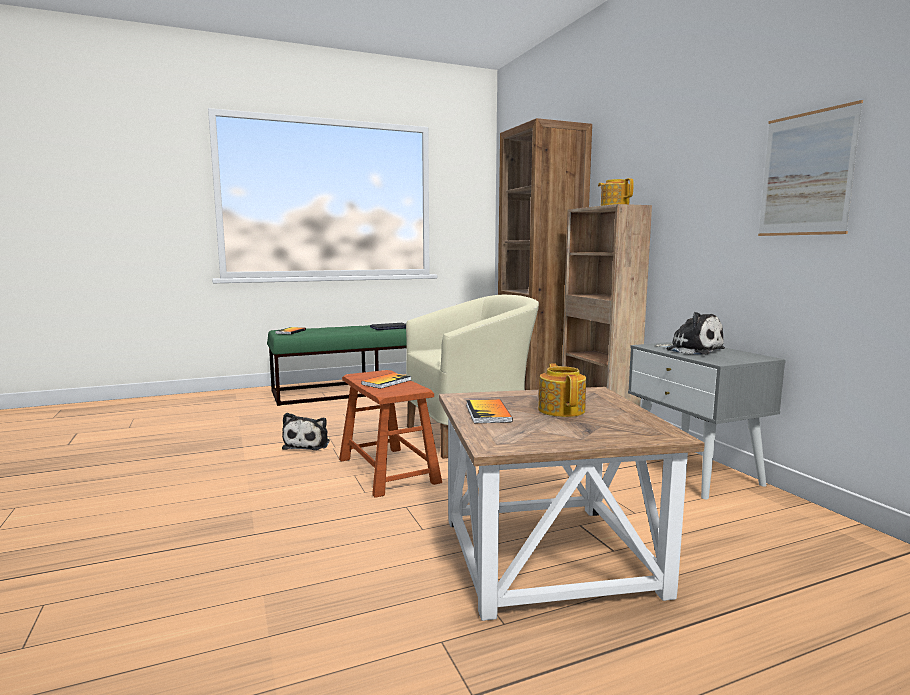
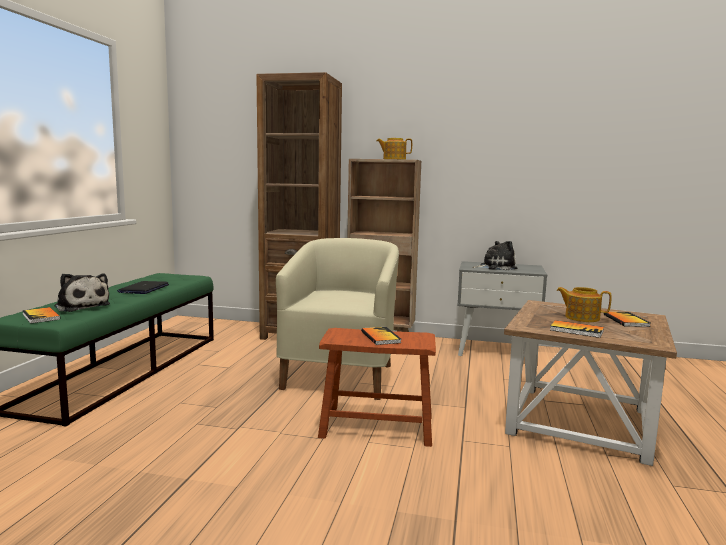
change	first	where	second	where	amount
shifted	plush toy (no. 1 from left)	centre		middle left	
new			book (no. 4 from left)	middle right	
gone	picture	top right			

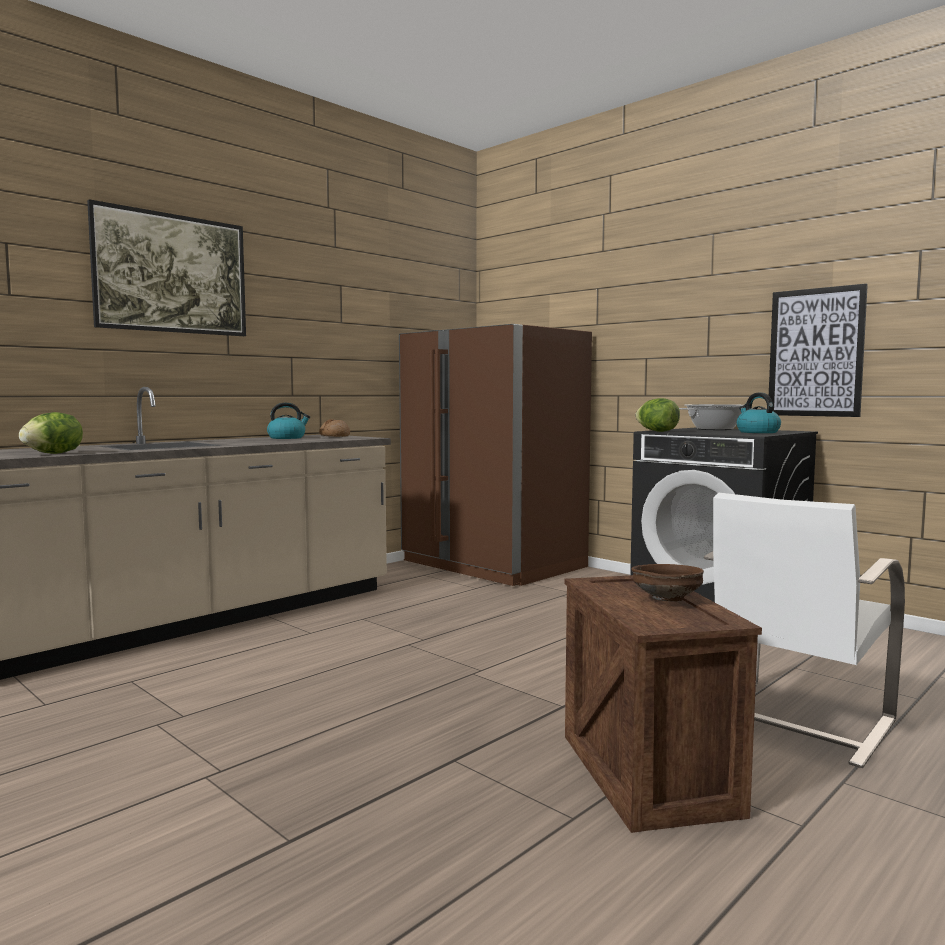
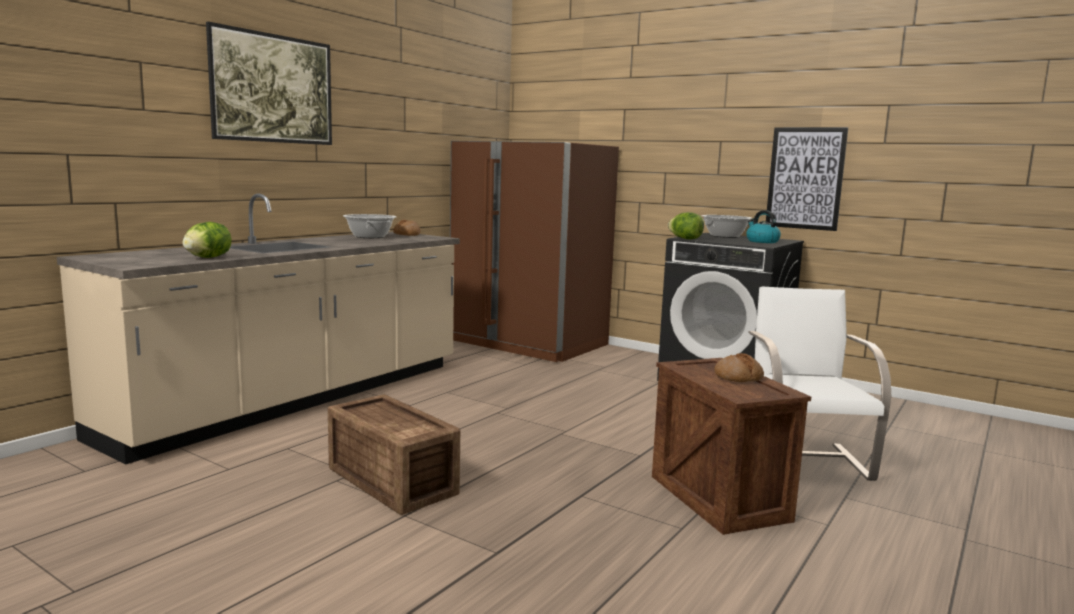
change	first	where	second	where	amount
new			crate (no. 1 from left)	bottom centre	
swapped	kettle (no. 1 from left)	middle left	cooking pot (no. 1 from left)	centre	
swapped	brown bowl	middle right	bread (no. 2 from left)	middle right	
rotated	white chair	bottom right		middle right	150 degrees clockwise

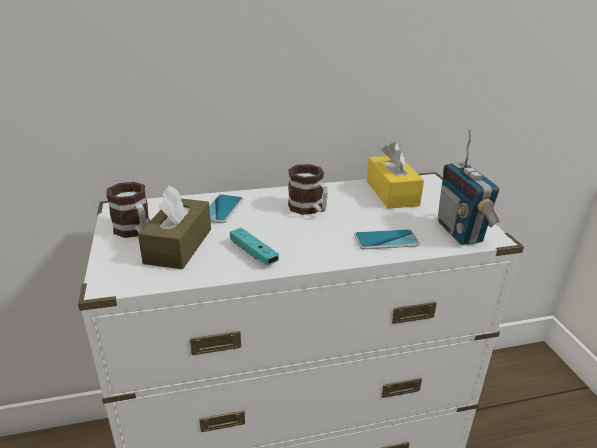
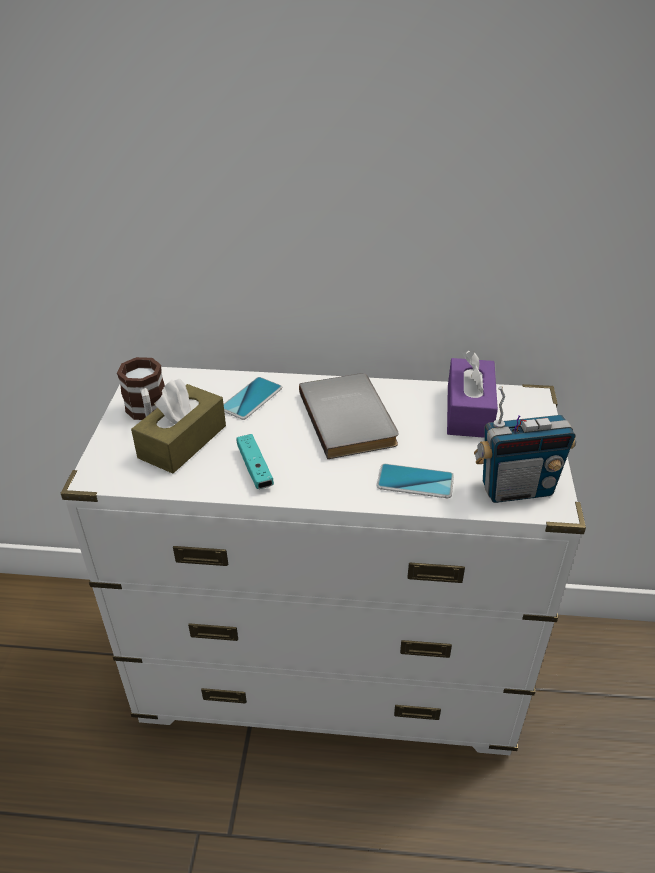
change	first	where	second	where	amount
swapped	mug (no. 2 from left)	centre	grey book	centre	
repainted	yellow tissue box	centre	purple tissue box	middle right	
rotated	radio	middle right		middle right	105 degrees counterclockwise

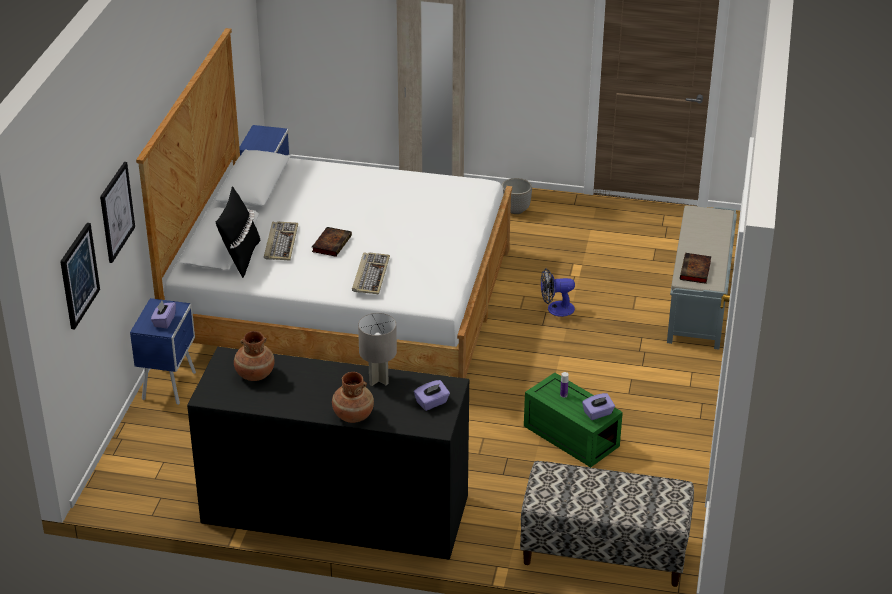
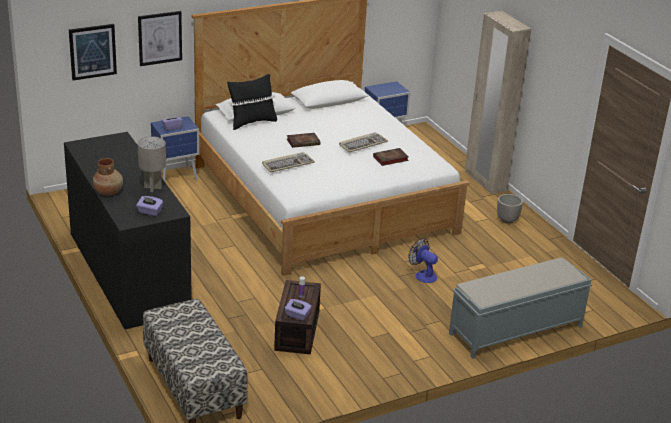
change	first	where	second	where	amount
repainted	green storage box	bottom centre	brown storage box	bottom centre	
shifted	keyboard (no. 1 from left in the first image)	middle left	keyboard (no. 2 from left)	centre	
shifted	book (no. 2 from left)	middle right		centre	
gone	brown vase (no. 1 from left)	middle left			

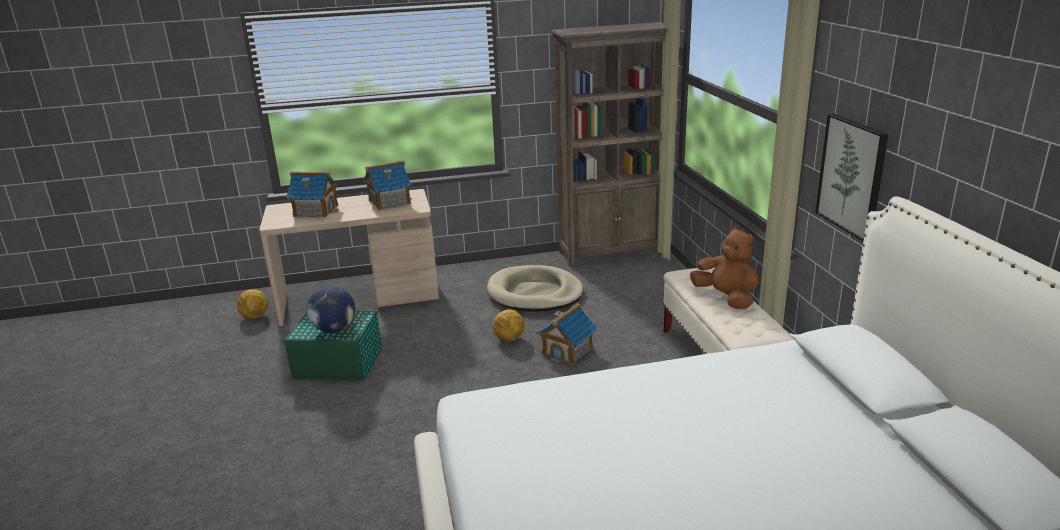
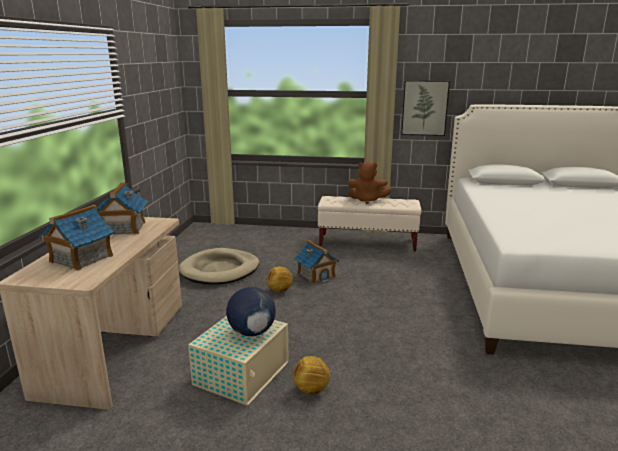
change	first	where	second	where	amount
repainted	green storage box	middle left	beige storage box	bottom centre	
shifted	football (no. 1 from left in the first image)	middle left	football (no. 2 from left)	bottom centre	
rotated	brown plush toy	middle right		centre	150 degrees counterclockwise
gone	brown bookcase	top centre			

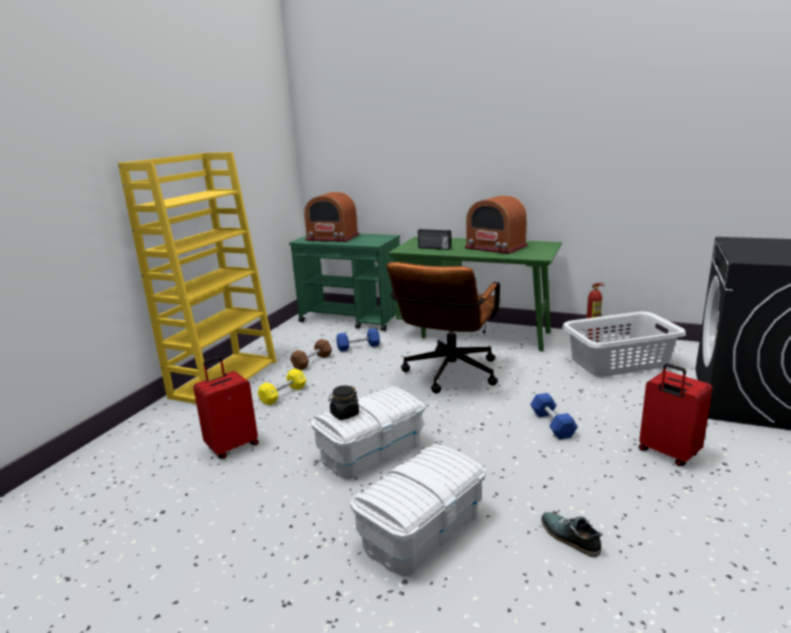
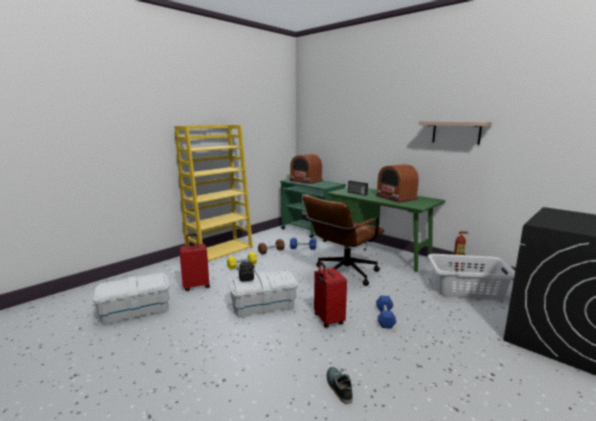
change	first	where	second	where	amount
shifted	white storage box (no. 2 from left in the first image)	bottom centre	white storage box (no. 1 from left)	bottom left	
shifted	red suitcase (no. 2 from left)	middle right		bottom centre	
new			shelf	top right	

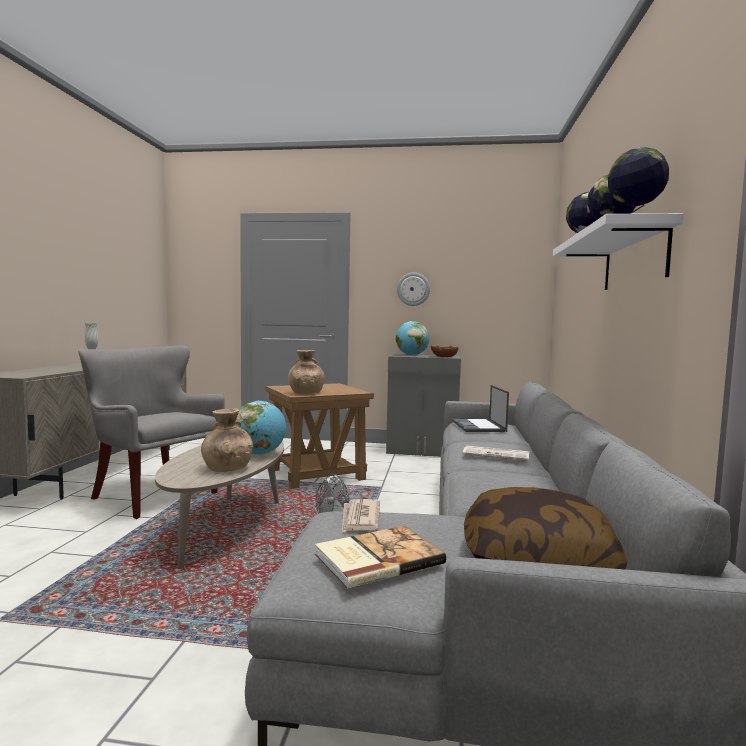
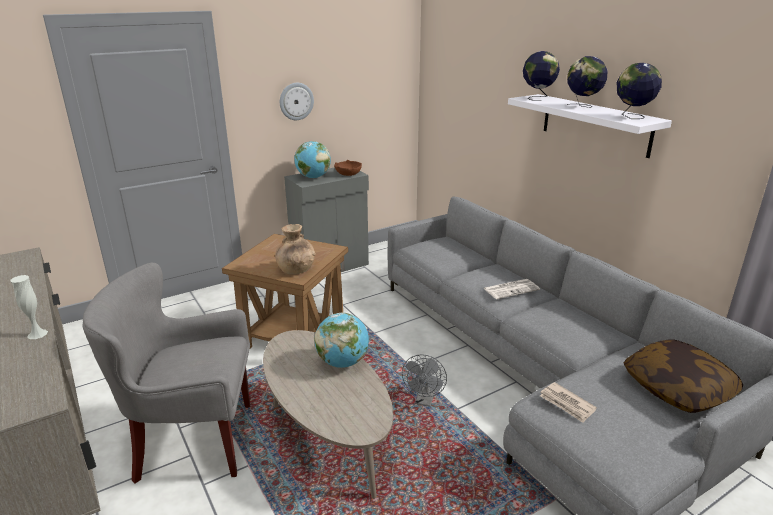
change	first	where	second	where	amount
gone	brown vase (no. 1 from left)	middle left			
gone	book	bottom centre			
gone	laptop	centre			

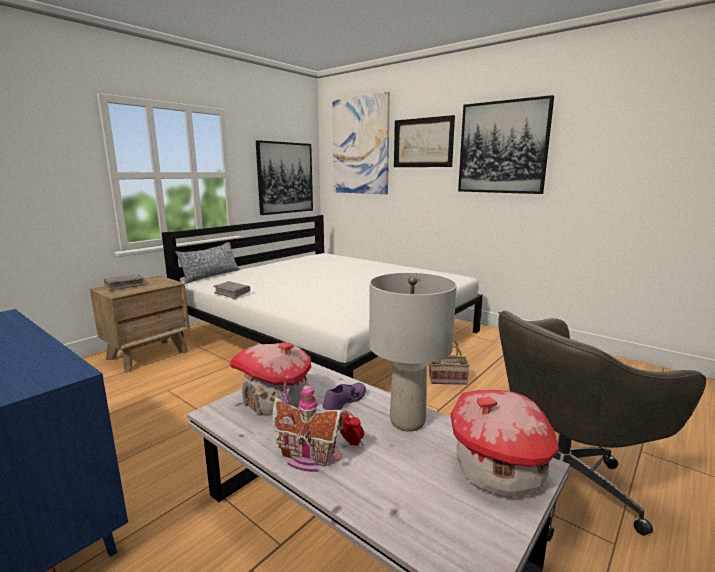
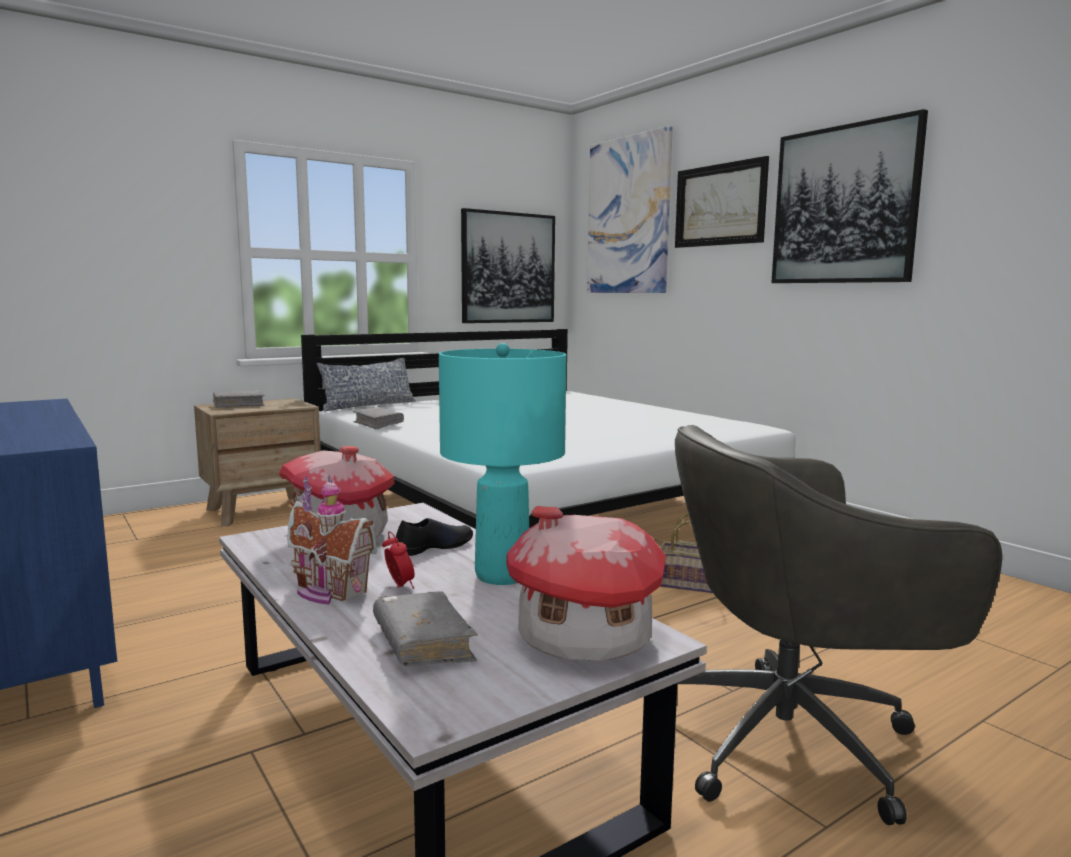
change	first	where	second	where	amount
new			grey book (no. 3 from left)	bottom centre	
repainted	purple shoe	bottom centre	black shoe	centre	
repainted	grey table lamp	centre	turquoise table lamp	centre	

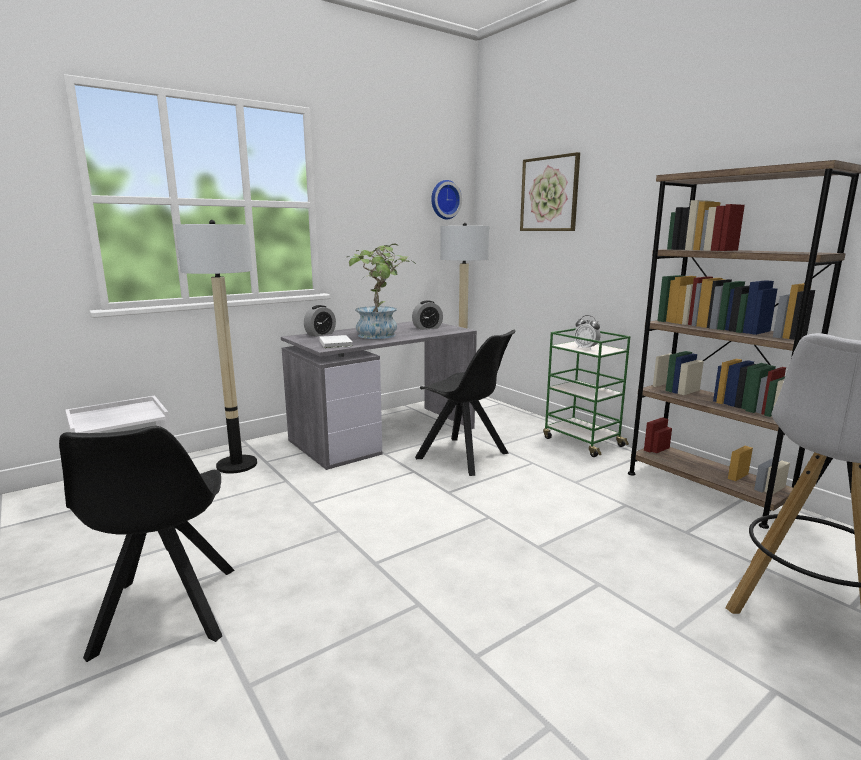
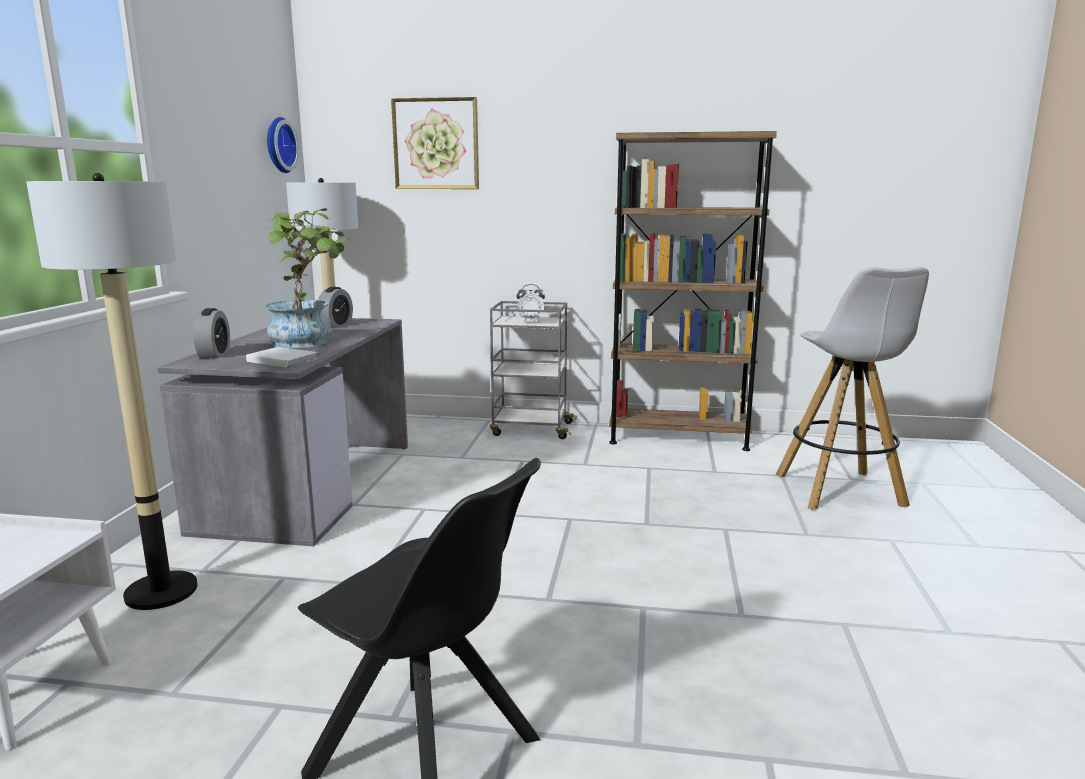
change	first	where	second	where	amount
repainted	green cart	middle right	grey cart	centre	
gone	black chair (no. 2 from left)	centre			

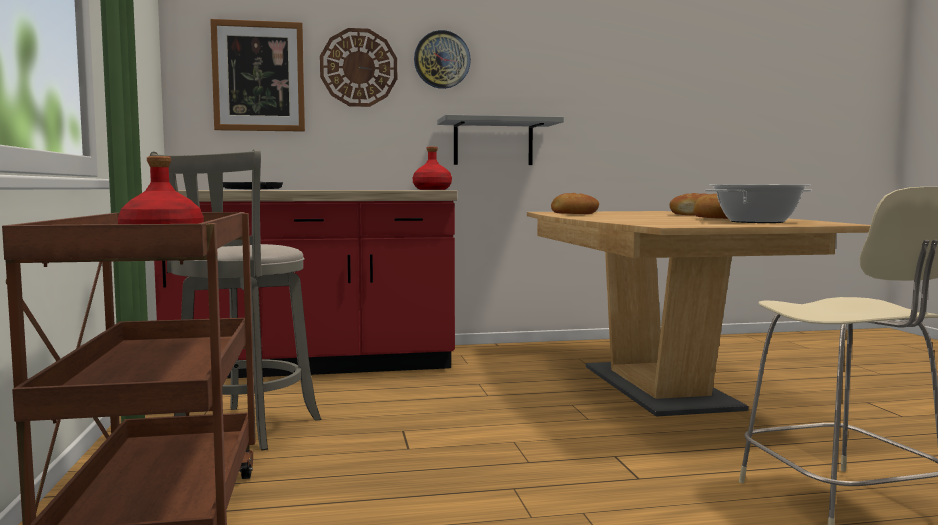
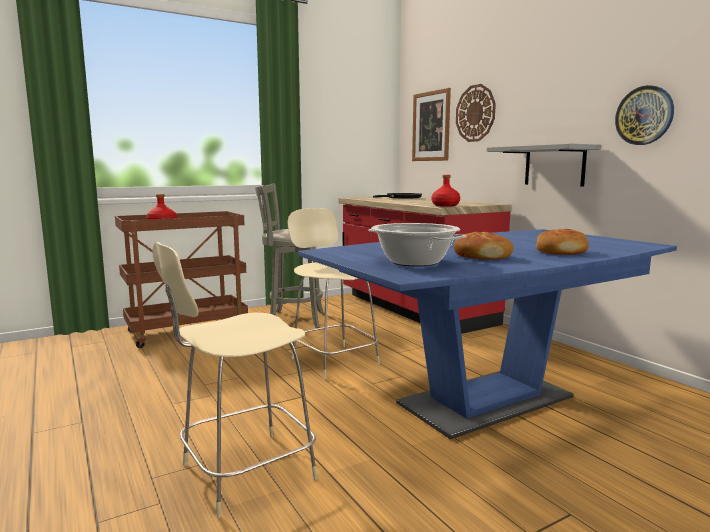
change	first	where	second	where	amount
new			beige chair (no. 2 from left)	centre	
repainted	brown dining table	middle right	blue dining table	middle right	
shifted	wall clock (no. 2 from left)	top centre		top right	
gone	bread (no. 1 from left)	centre			

